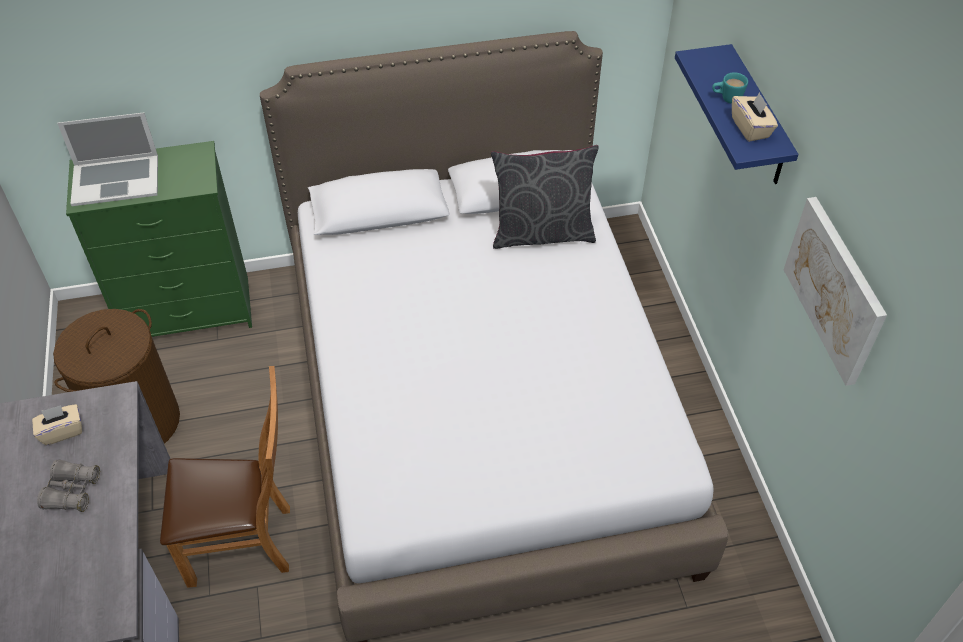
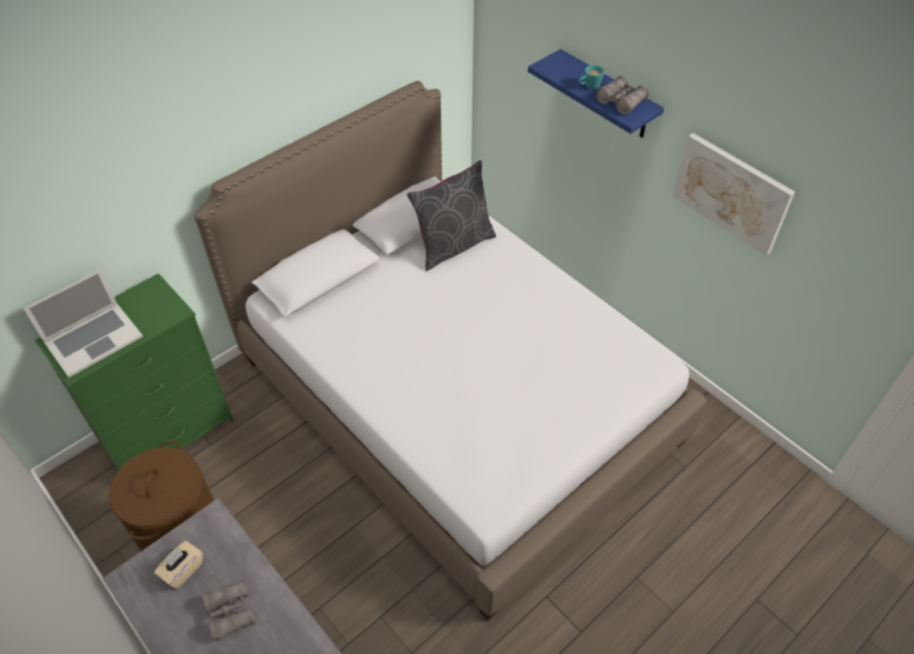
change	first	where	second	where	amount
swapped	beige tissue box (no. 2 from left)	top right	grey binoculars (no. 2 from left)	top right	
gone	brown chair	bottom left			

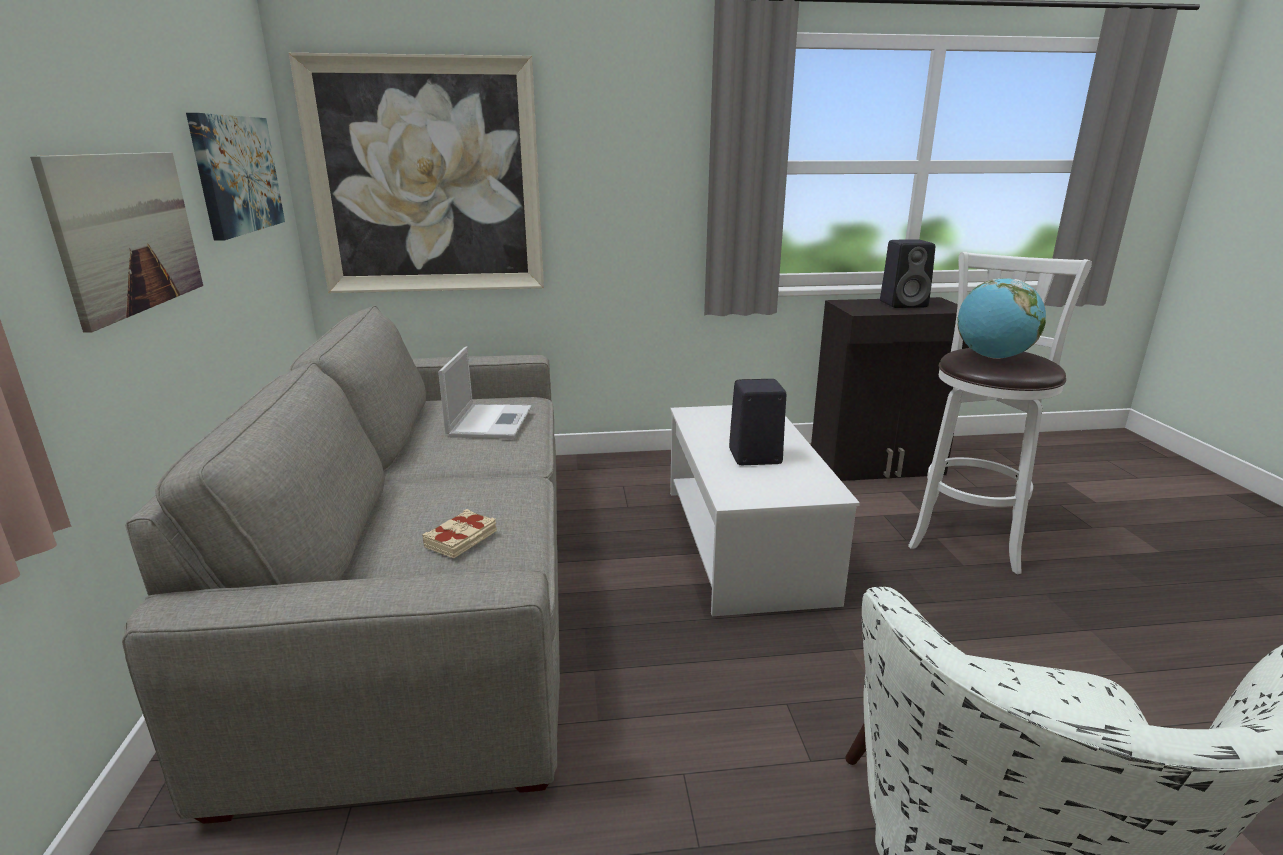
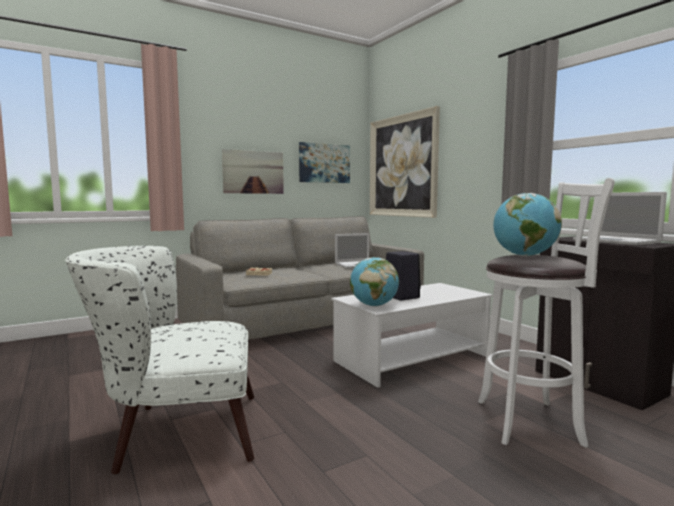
change	first	where	second	where	amount
new			globe (no. 1 from left)	centre	
swapped	black speaker (no. 2 from left)	top right	laptop (no. 2 from left)	middle right	

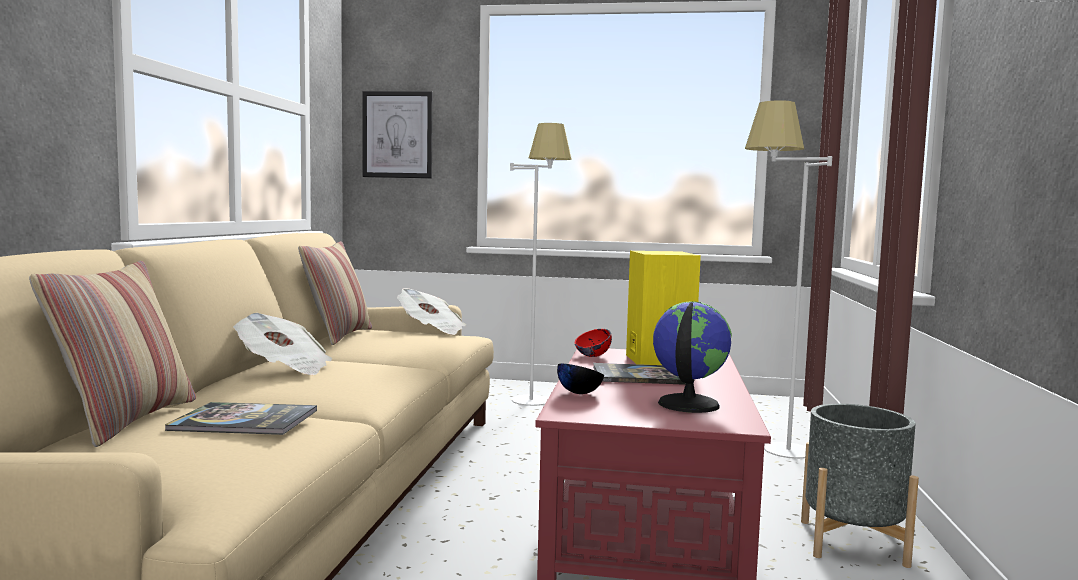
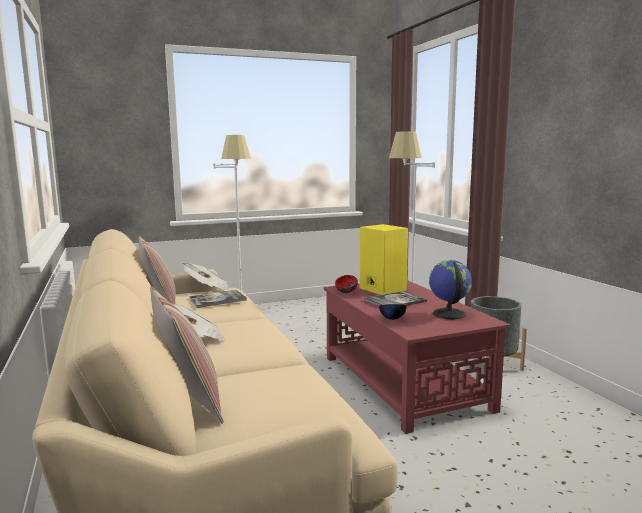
change	first	where	second	where	amount
shifted	book (no. 1 from left)	bottom left		centre	
gone	picture	top centre			

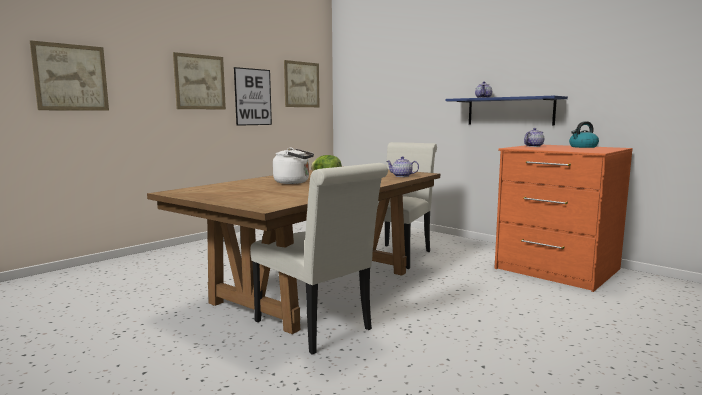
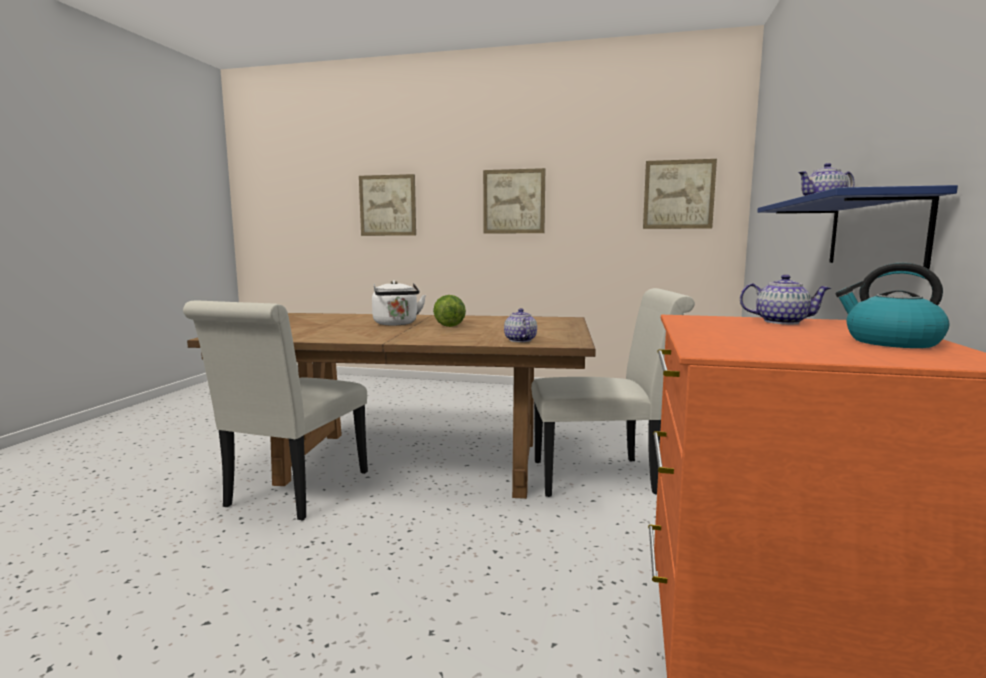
change	first	where	second	where	amount
gone	picture (no. 3 from left)	top centre			

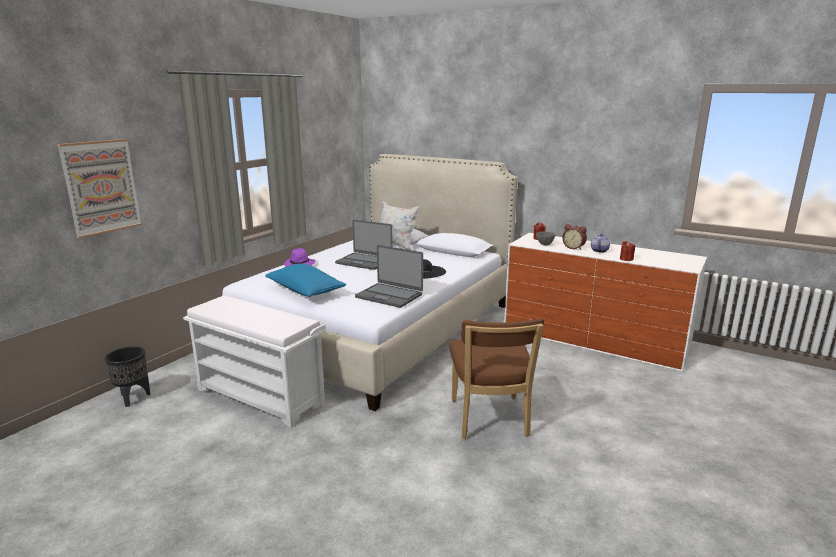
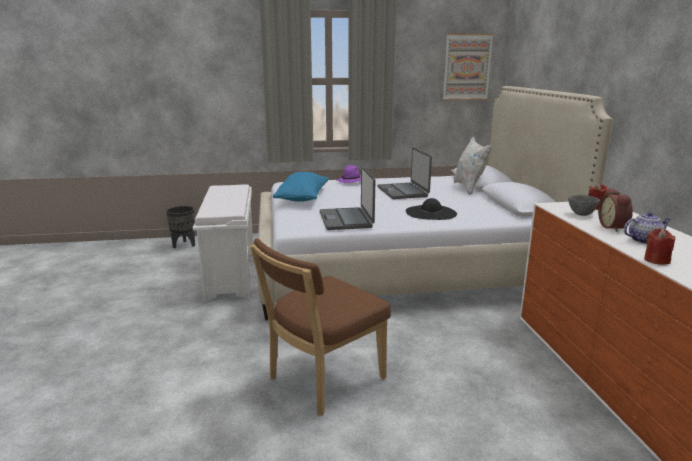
change	first	where	second	where	amount
shifted	picture	middle left		top right	

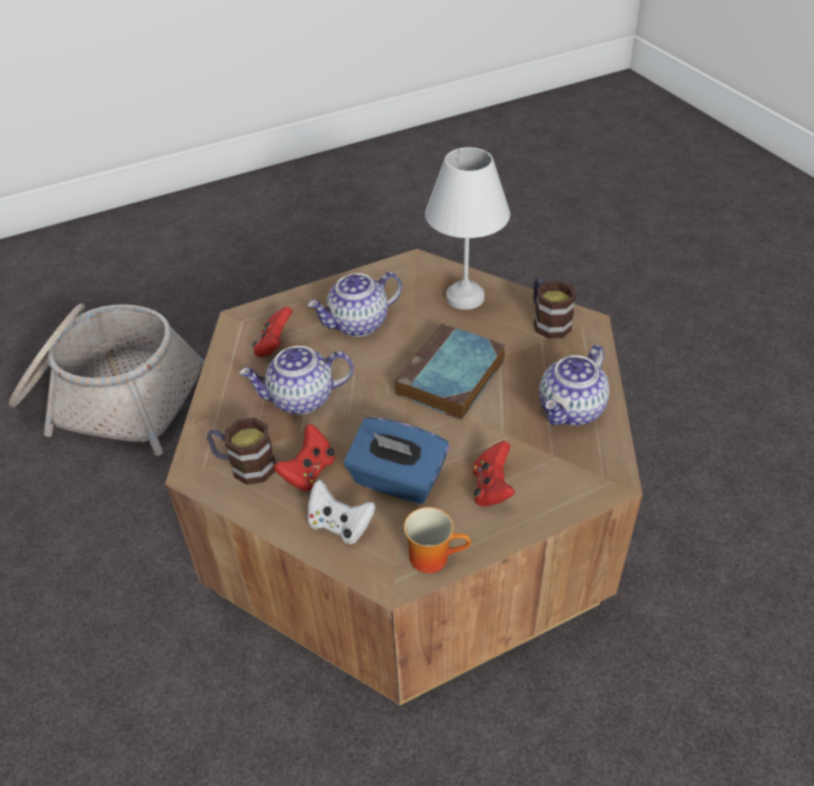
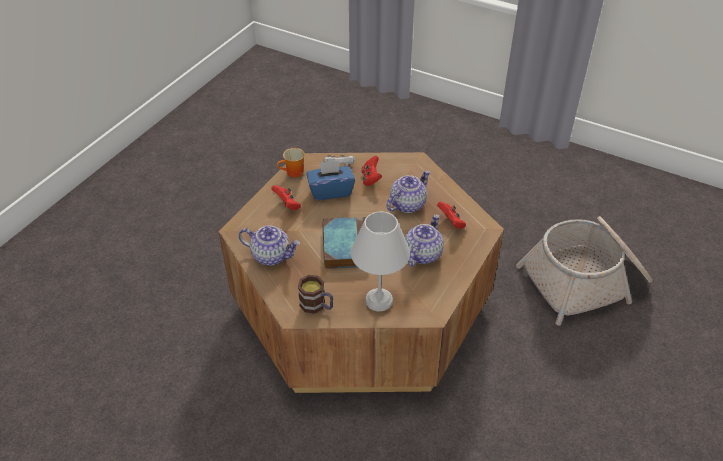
change	first	where	second	where	amount
rotated	teapot (no. 3 from left in the first image)	middle right	teapot (no. 1 from left)	centre	105 degrees clockwise
gone	mug (no. 1 from left)	middle left			

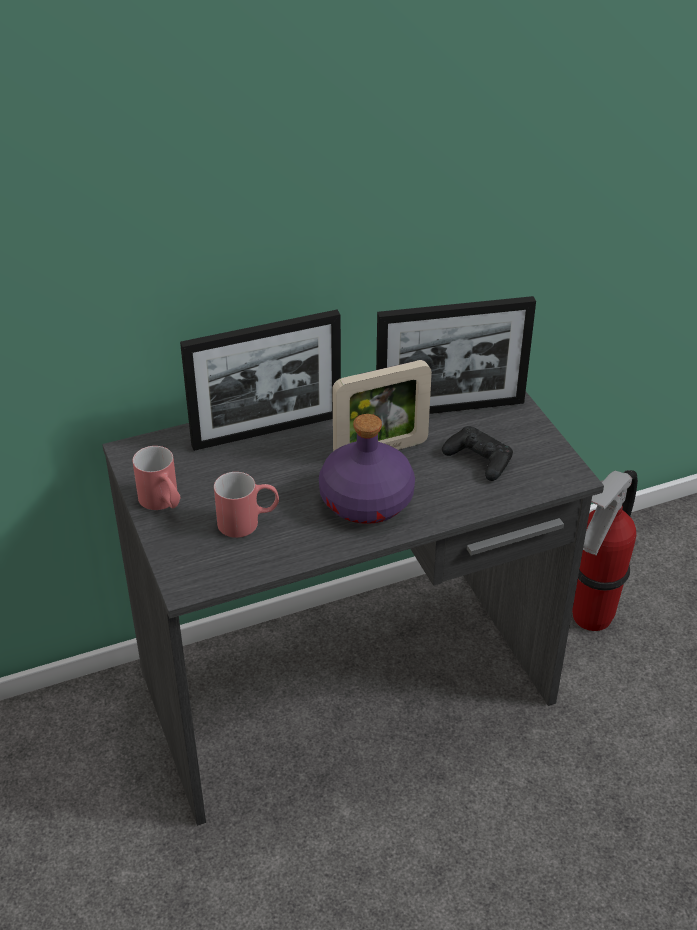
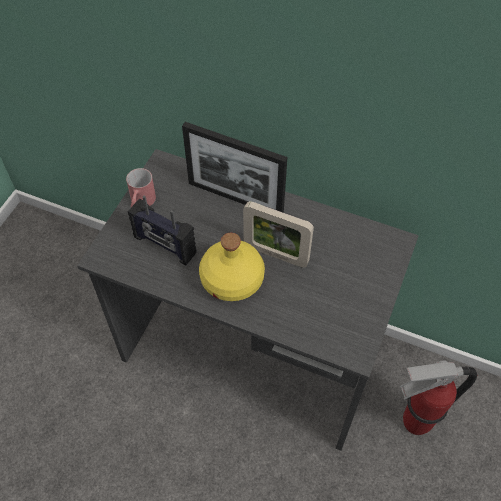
change	first	where	second	where	amount
swapped	red mug (no. 2 from left)	centre	radio	middle left	
repainted	purple bottle	centre	yellow bottle	centre	
gone	picture frame (no. 3 from left)	centre			
gone	black game controller	middle right			

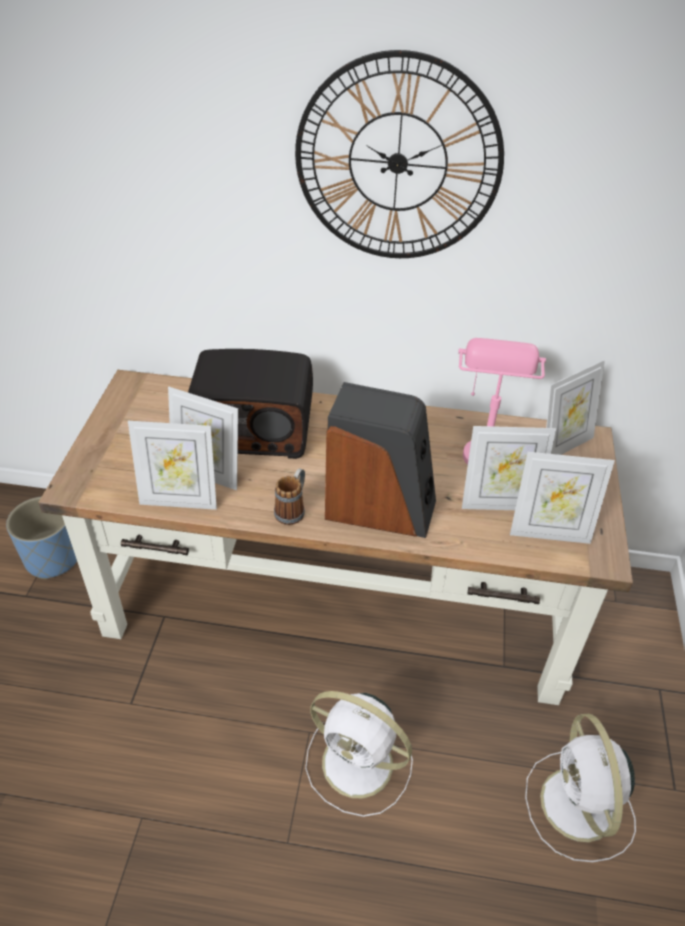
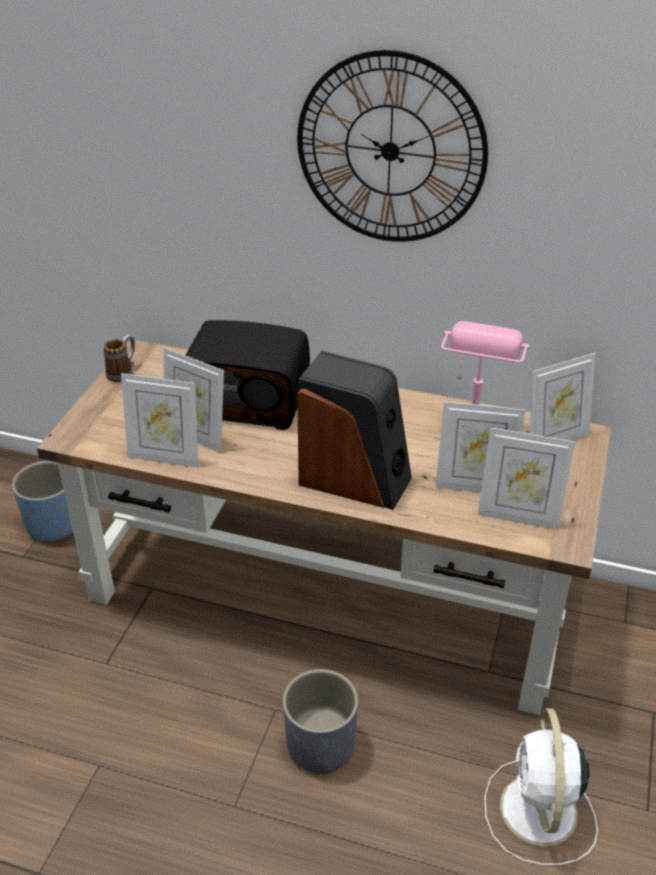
change	first	where	second	where	amount
shifted	mug	centre		middle left	
swapped	white fan (no. 1 from left)	bottom centre	grey planter	bottom centre	

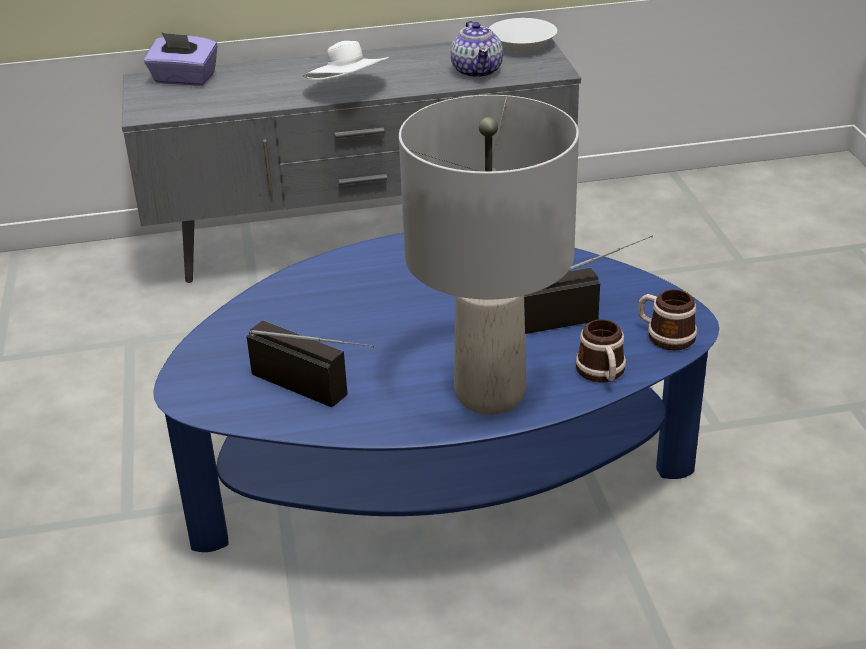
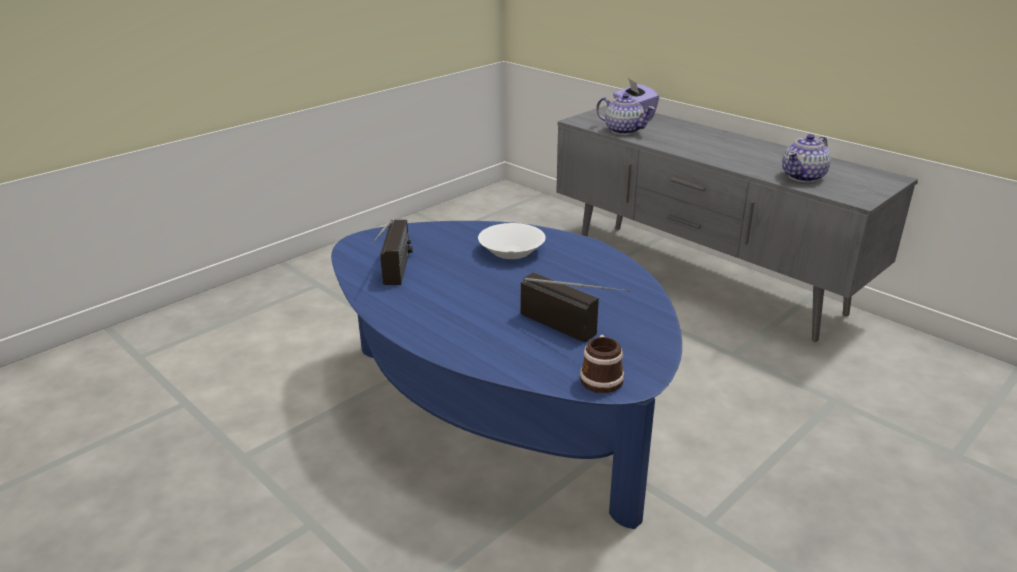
change	first	where	second	where	amount
shifted	white bowl	top centre		centre	
new			teapot (no. 1 from left)	top centre	
gone	white hat	top centre			
gone	grey table lamp	centre			
gone	mug (no. 1 from left)	middle right			

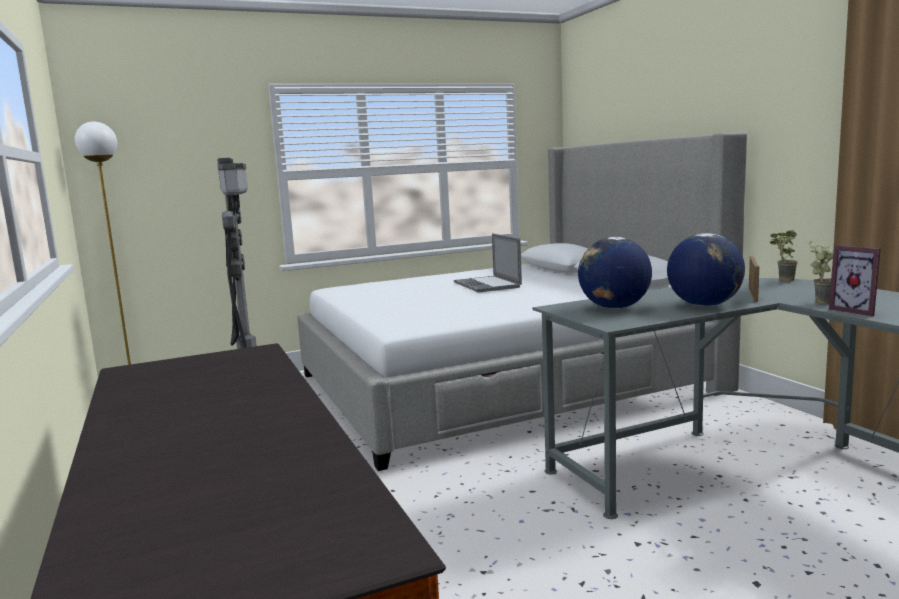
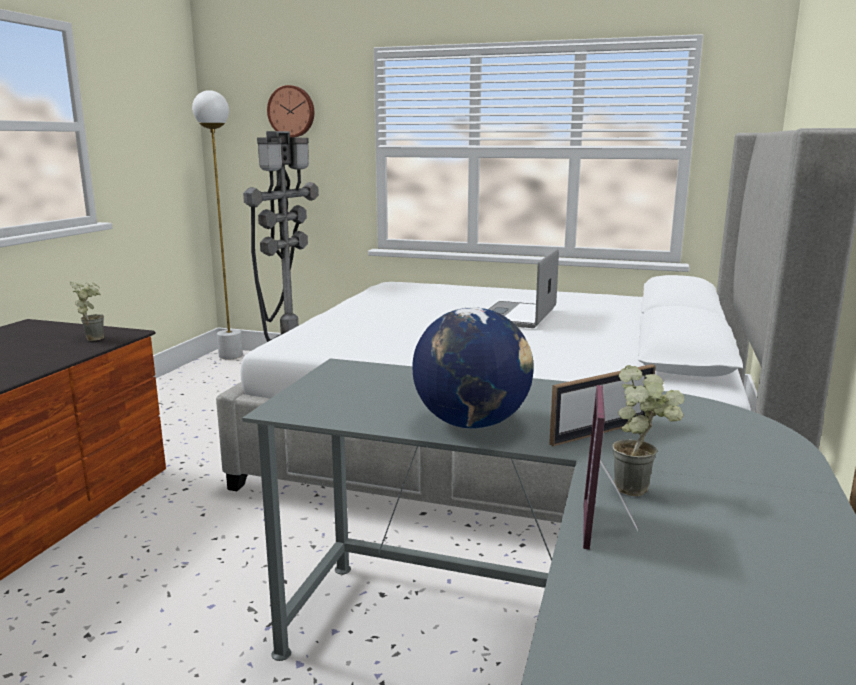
change	first	where	second	where	amount
shifted	potted plant (no. 1 from left)	middle right		middle left	
new			wall clock	top centre	
gone	globe (no. 1 from left)	middle right			

